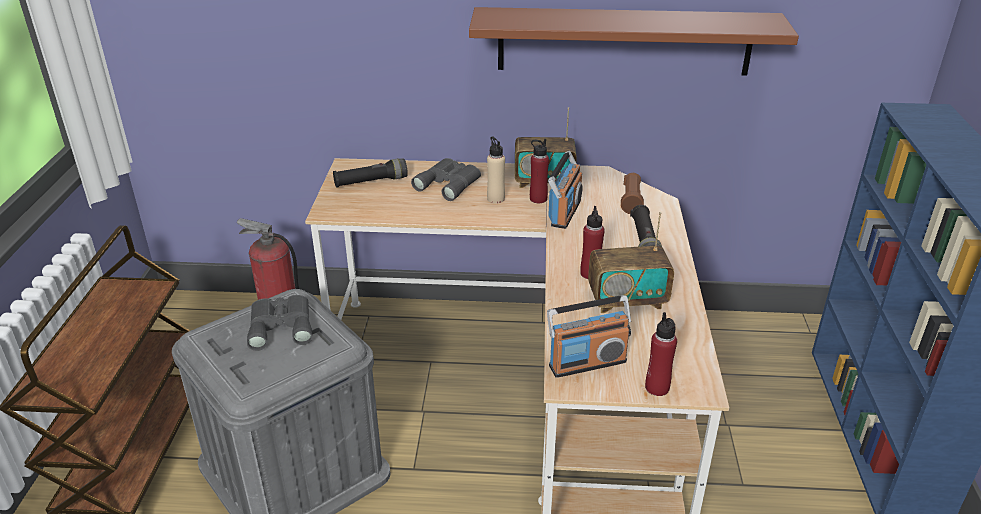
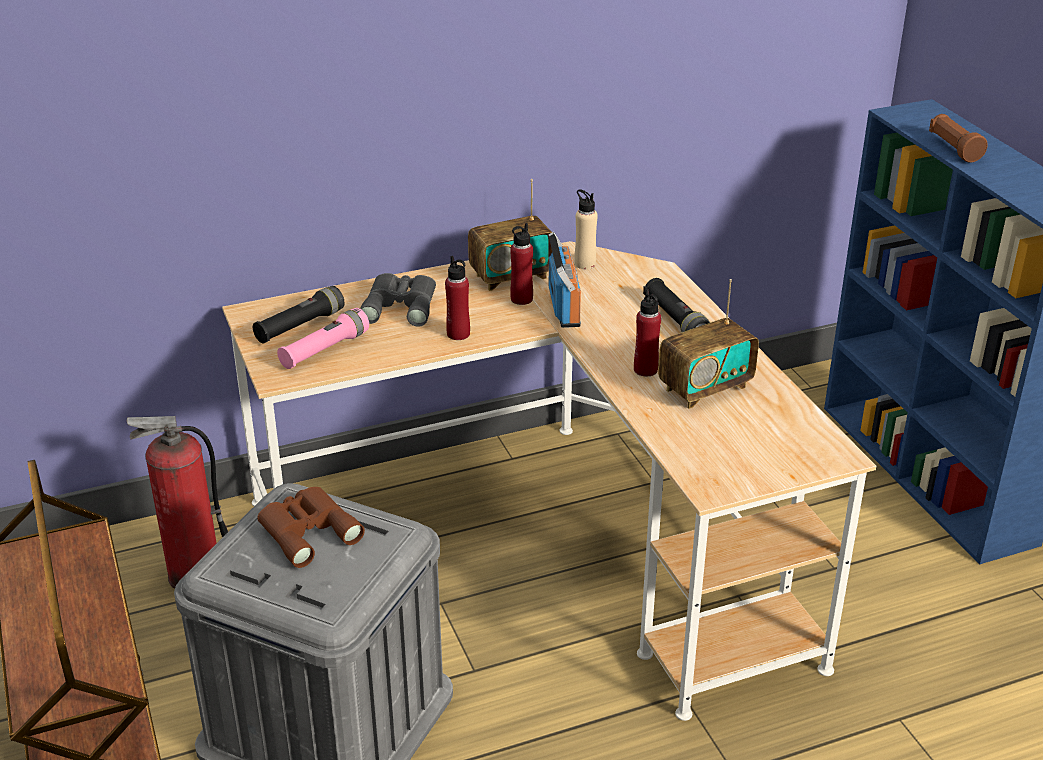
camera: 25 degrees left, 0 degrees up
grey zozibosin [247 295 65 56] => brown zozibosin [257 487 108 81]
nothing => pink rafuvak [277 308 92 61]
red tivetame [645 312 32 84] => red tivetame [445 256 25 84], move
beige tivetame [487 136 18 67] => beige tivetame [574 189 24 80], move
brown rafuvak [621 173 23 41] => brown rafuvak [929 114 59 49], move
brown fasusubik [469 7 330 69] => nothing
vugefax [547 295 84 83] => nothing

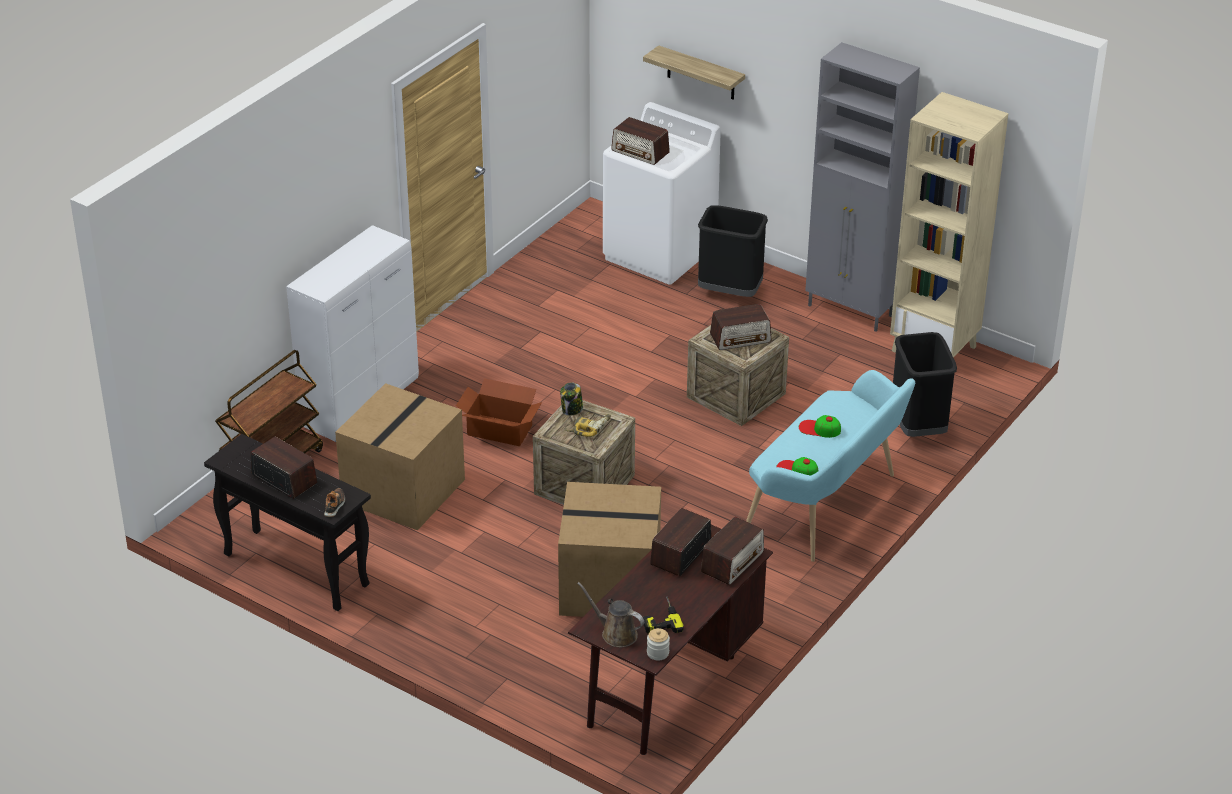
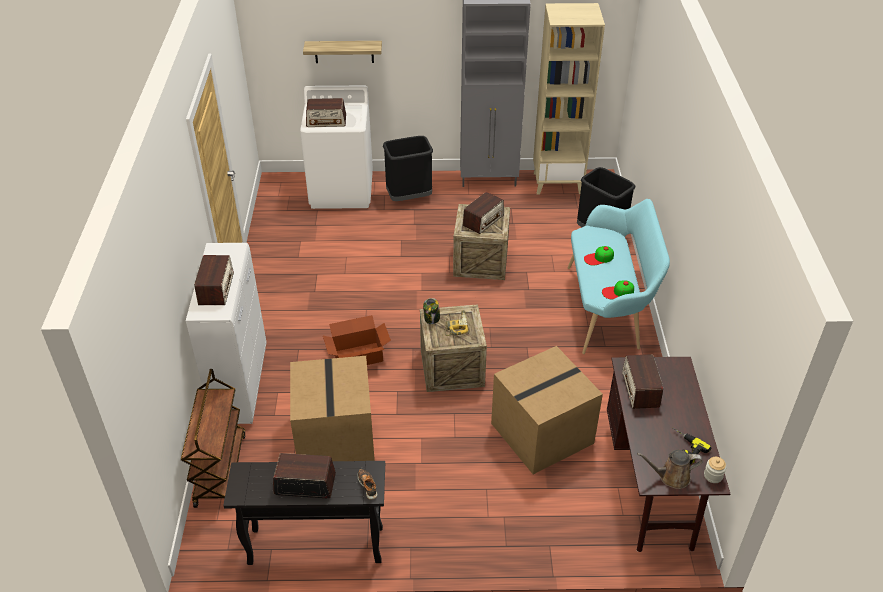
camera: 35 degrees left, 5 degrees up
vugefax [701 516 63 69] => vugefax [194 255 40 50], move

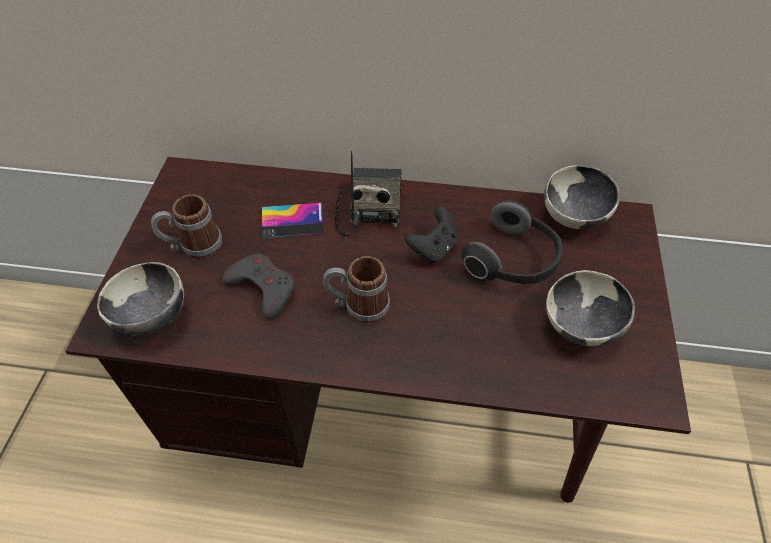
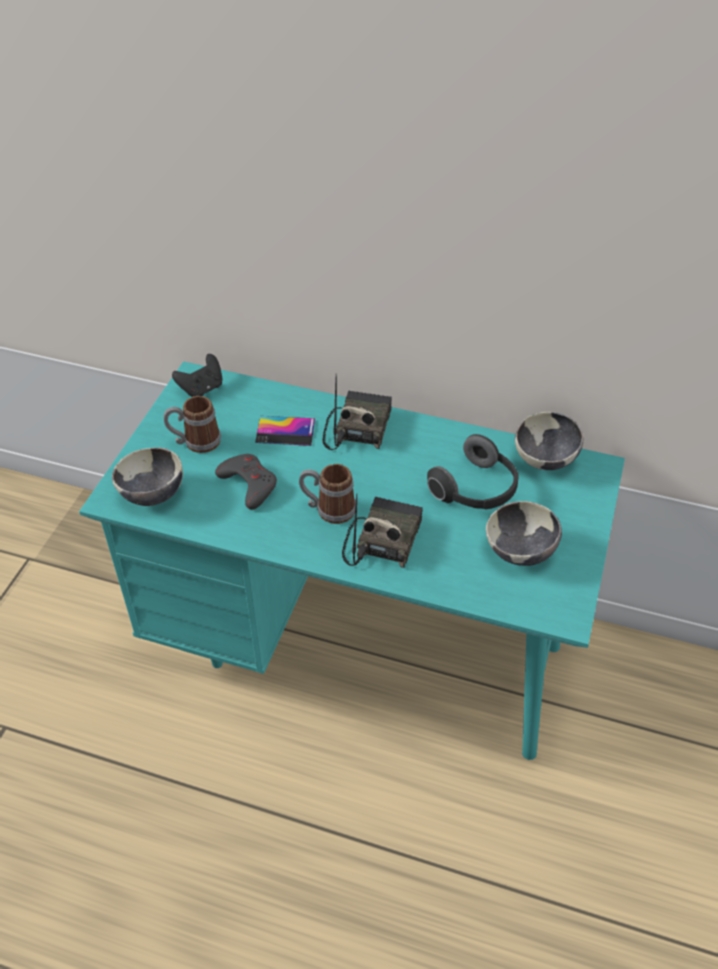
camera: 10 degrees right, 5 degrees down
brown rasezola [65 157 626 346] => turquoise rasezola [79 361 546 399]
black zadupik [405 206 54 57] => black zadupik [172 354 51 43], move
nothing => vugefax [342 493 81 75]

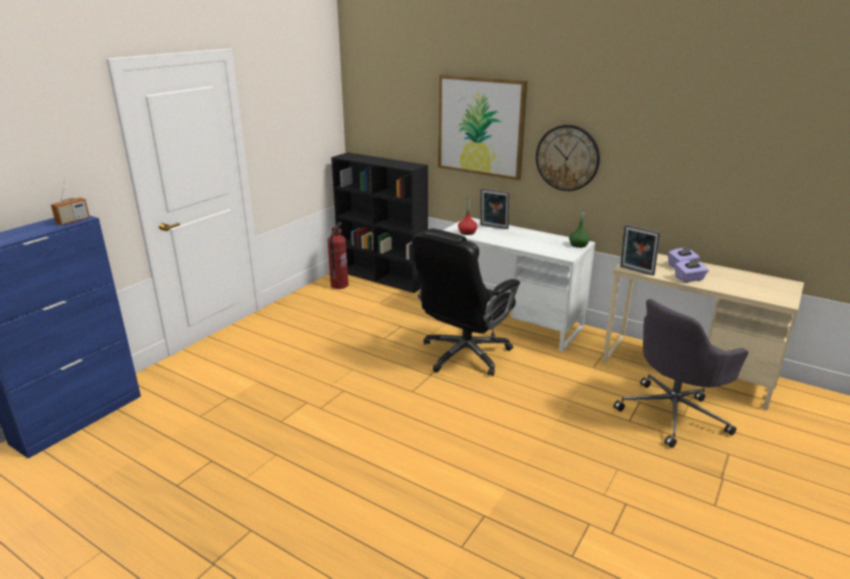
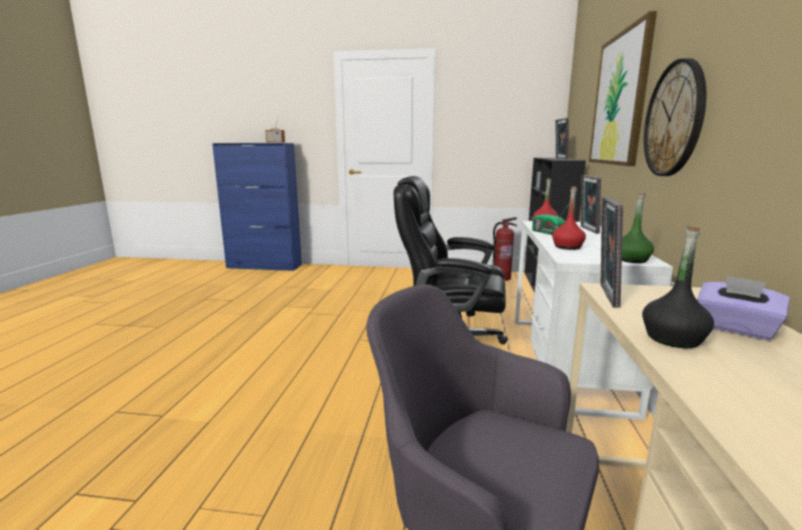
camera: 65 degrees right, 10 degrees down
nothing => vugefax [532 204 37 31]
nothing => red tivetame [552 187 34 63]
nothing => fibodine [556 118 13 41]
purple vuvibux [675 259 34 23] => black tivetame [642 225 72 123]

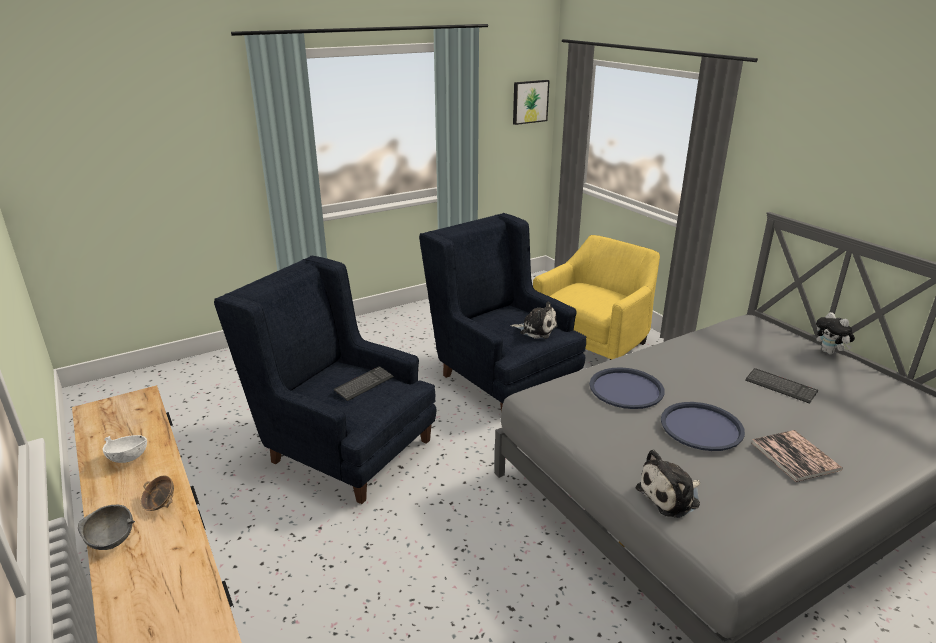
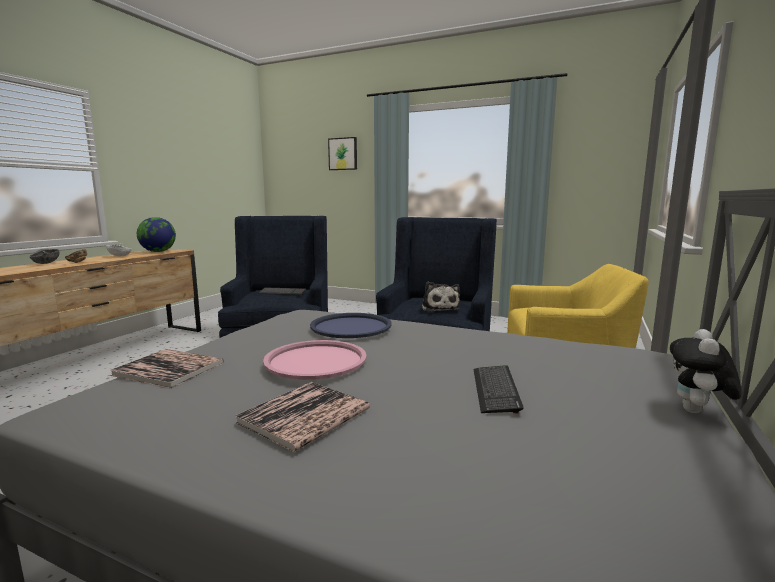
camera: 55 degrees right, 15 degrees down
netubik [636 450 65 68] => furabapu [111 349 113 40]
nothing => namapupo [137 217 39 35]
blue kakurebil [661 402 84 49] => pink kakurebil [263 340 104 40]
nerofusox [513 80 37 45] => nerofusox [328 137 29 33], move

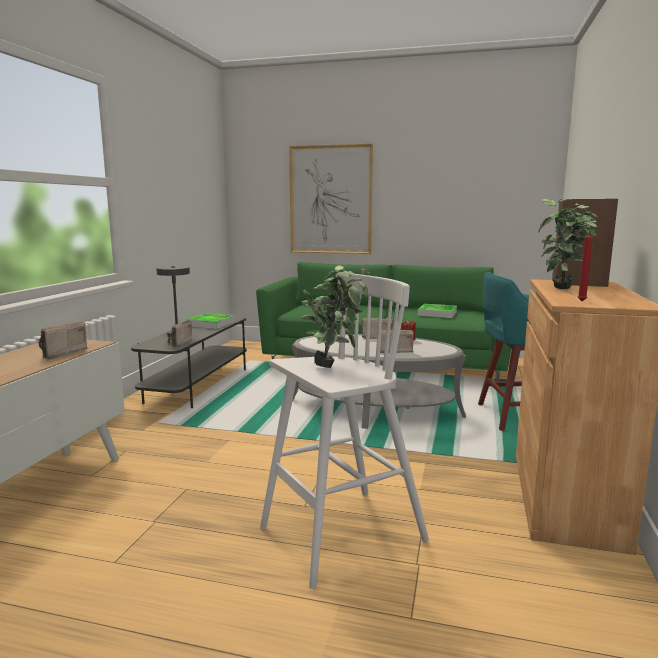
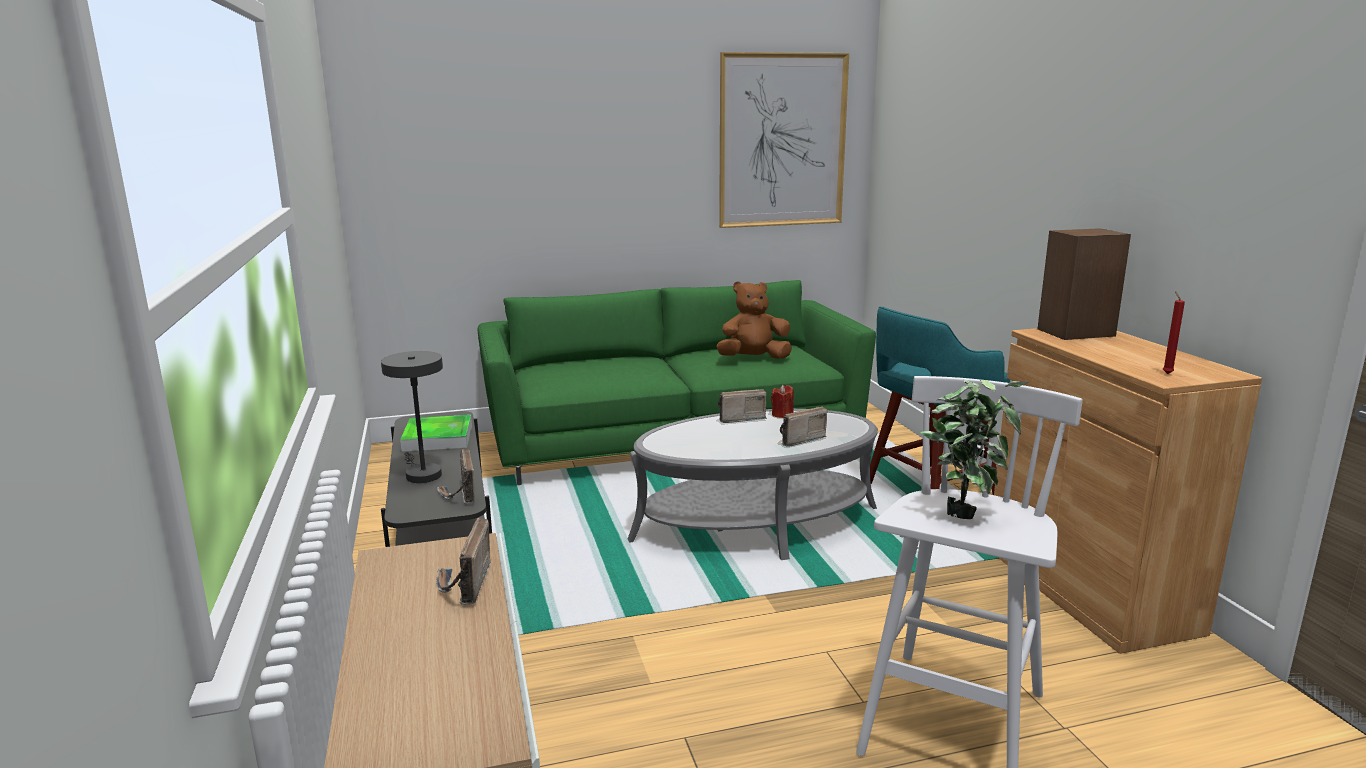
camera: 30 degrees left, 5 degrees up
kakurebil [418 304 39 14] => brown netubik [716 281 76 78]
nerofusox [289 144 84 110] => nerofusox [719 52 130 176], move
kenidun [538 199 60 90] => nothing

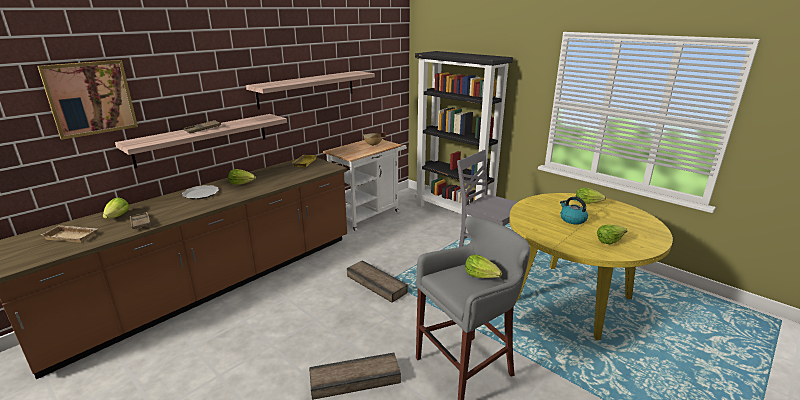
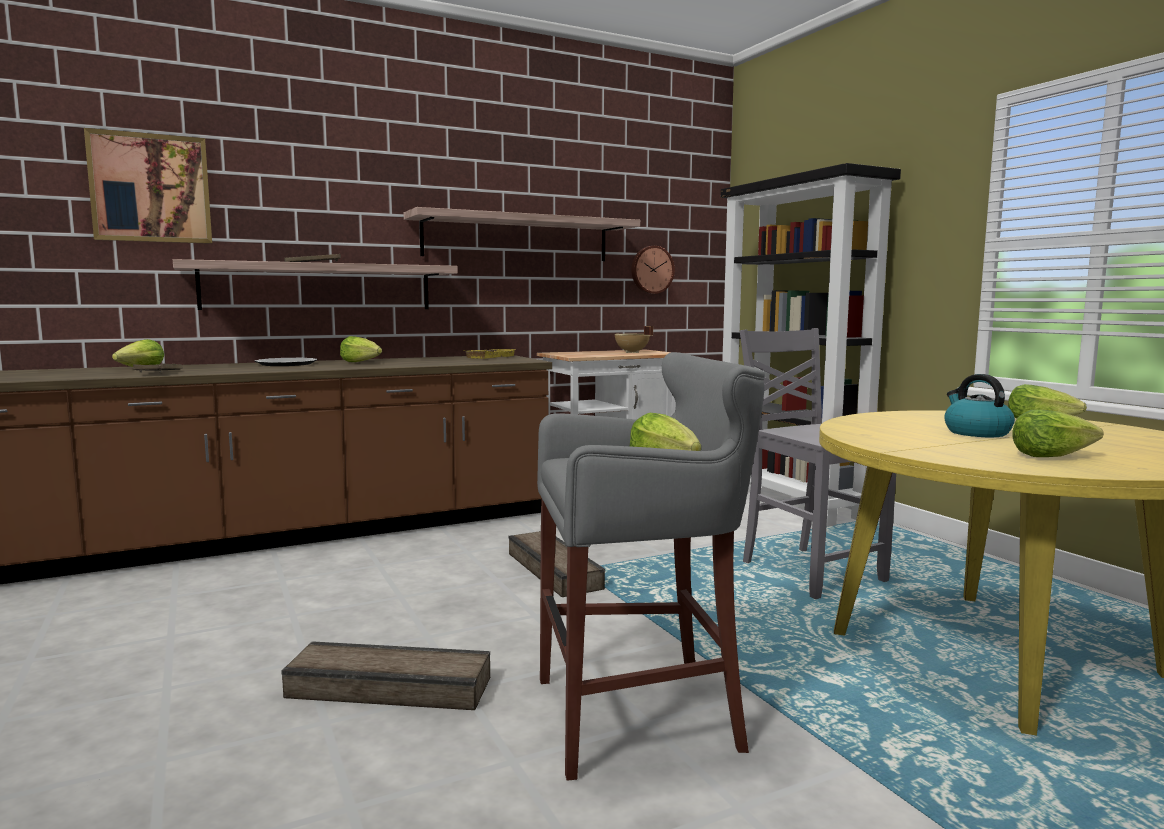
camera: 20 degrees right, 15 degrees down
nothing => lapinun [631 246 44 48]
beige kakurebil [40 225 57 18] => nothing

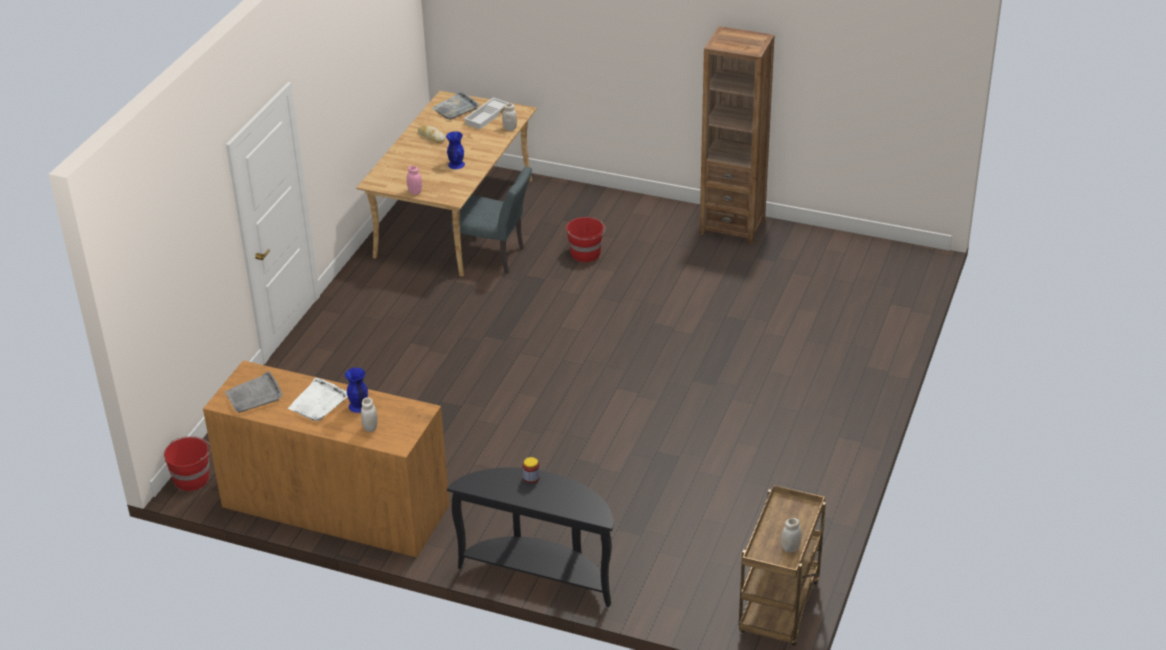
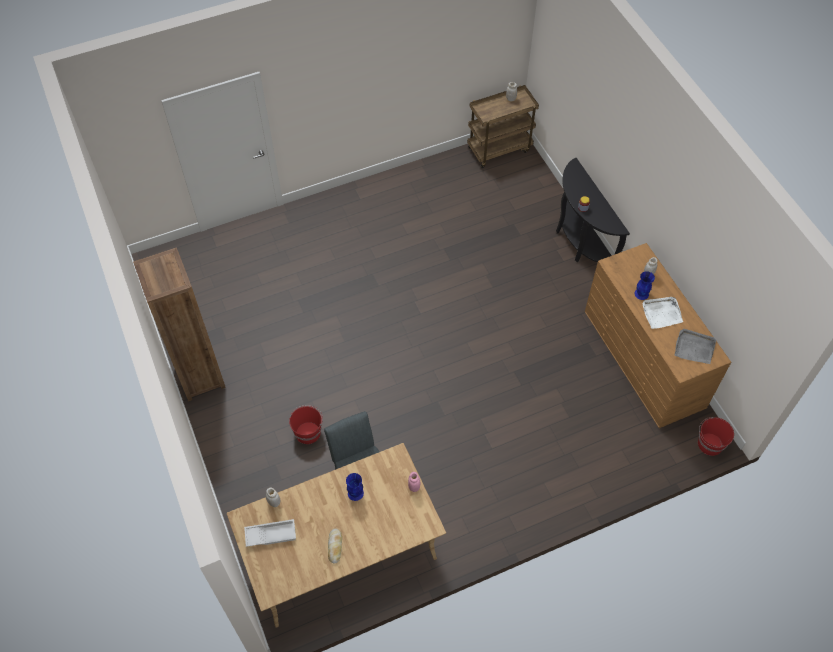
camera: 135 degrees left, 20 degrees up
grey kakurebil [432 92 47 28] => nothing

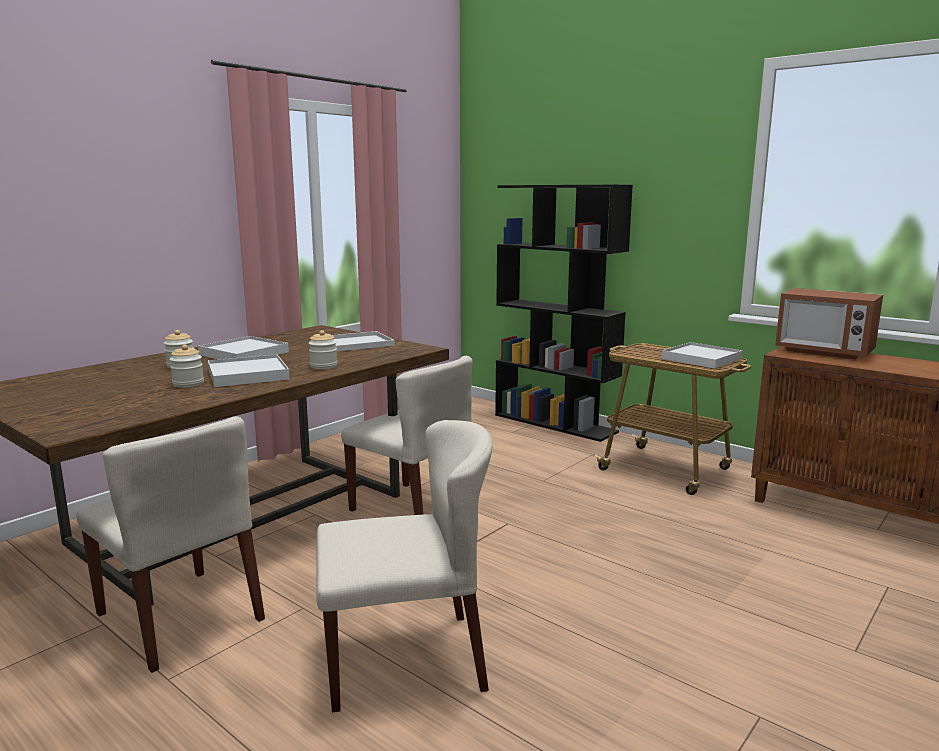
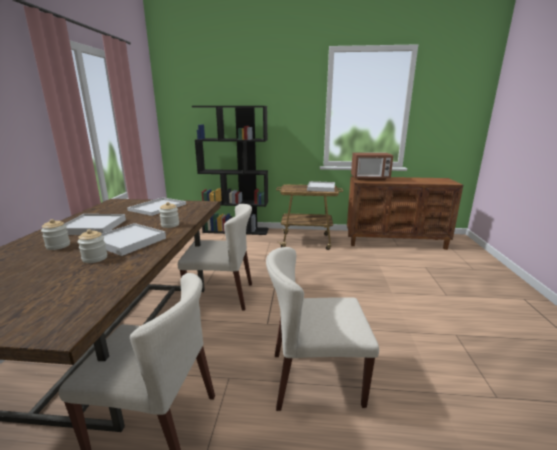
camera: 35 degrees left, 5 degrees up
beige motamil [316 420 176 292] => beige motamil [266 247 113 164], 135 degrees counterclockwise

